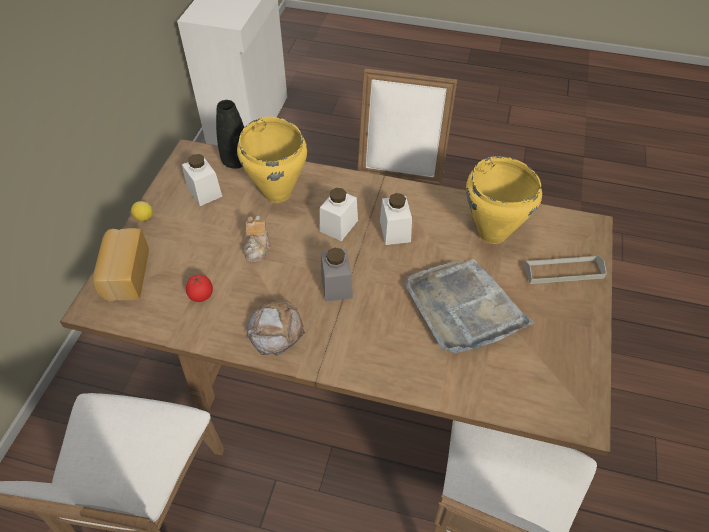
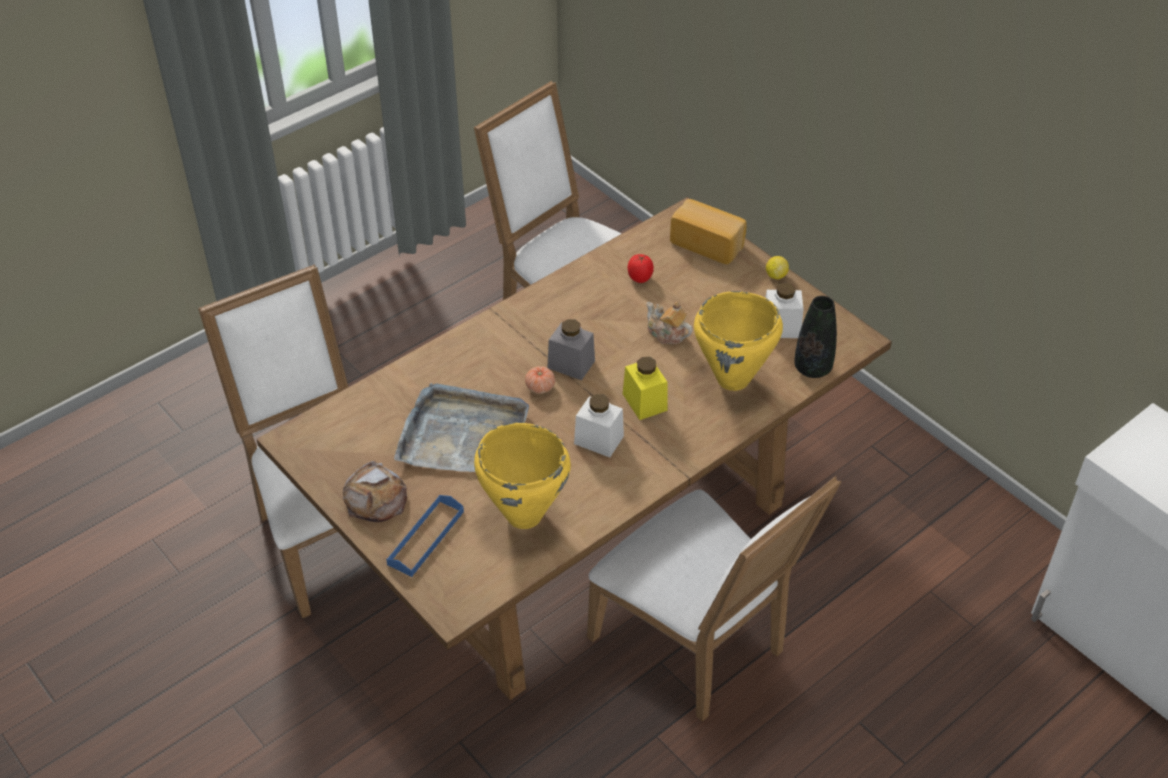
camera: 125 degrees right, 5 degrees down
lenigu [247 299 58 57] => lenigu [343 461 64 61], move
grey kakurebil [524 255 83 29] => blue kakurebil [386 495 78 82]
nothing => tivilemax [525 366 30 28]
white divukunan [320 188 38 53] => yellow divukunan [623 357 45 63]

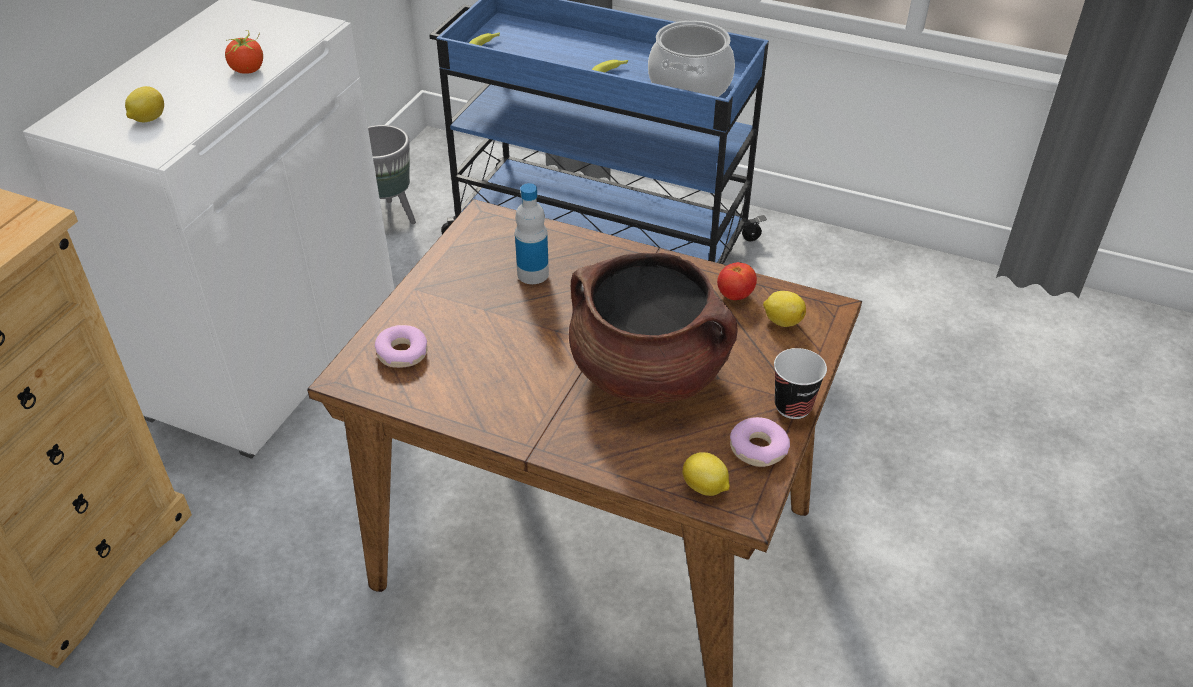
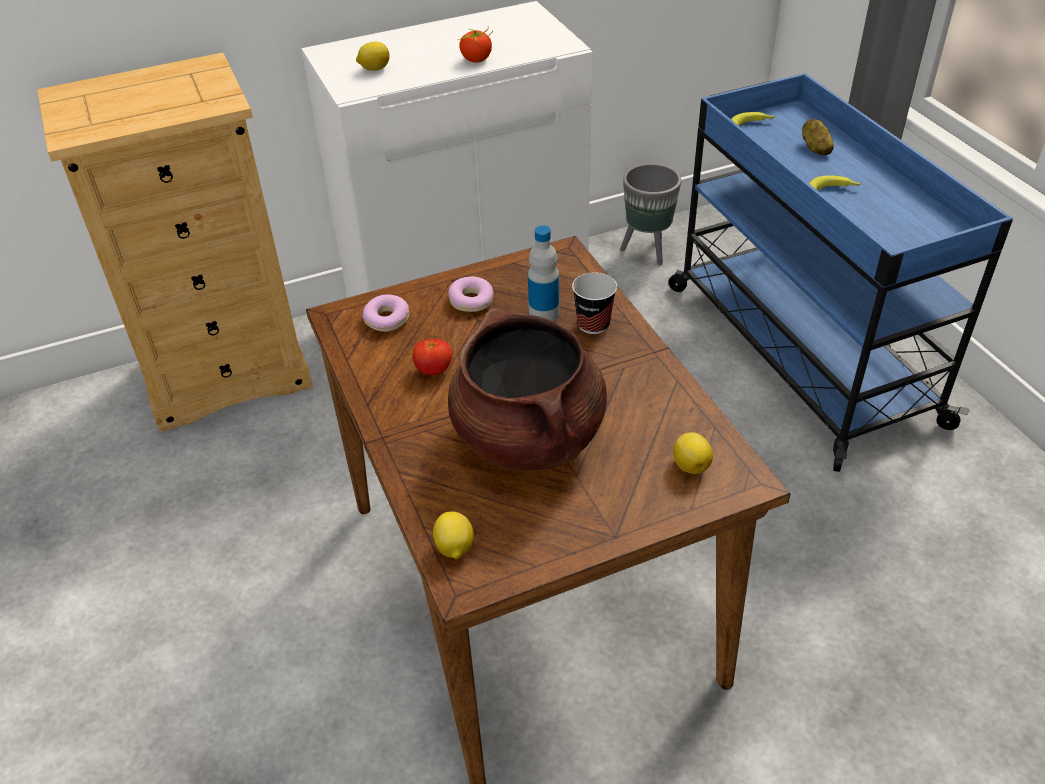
camera: 45 degrees right, 0 degrees up
tivilemax [717 262 40 38] => tivilemax [413 339 39 36], move
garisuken [730 417 60 50] => garisuken [448 277 45 35], move
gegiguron [774 348 53 71] => gegiguron [572 272 45 62], move
nothing => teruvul [802 119 32 36]
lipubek [648 21 87 76] => nothing

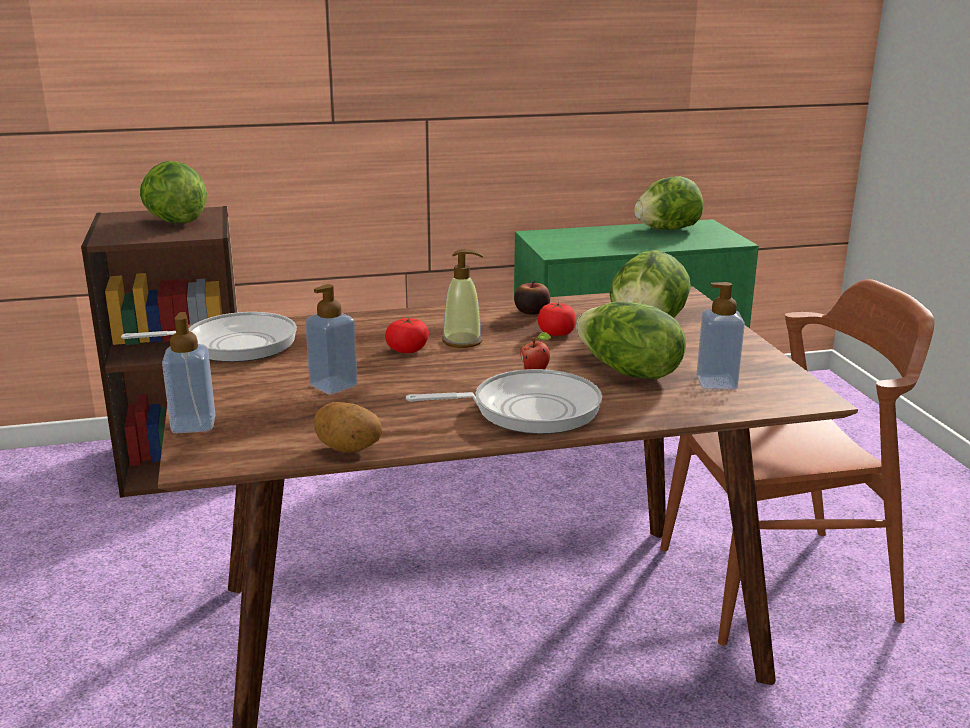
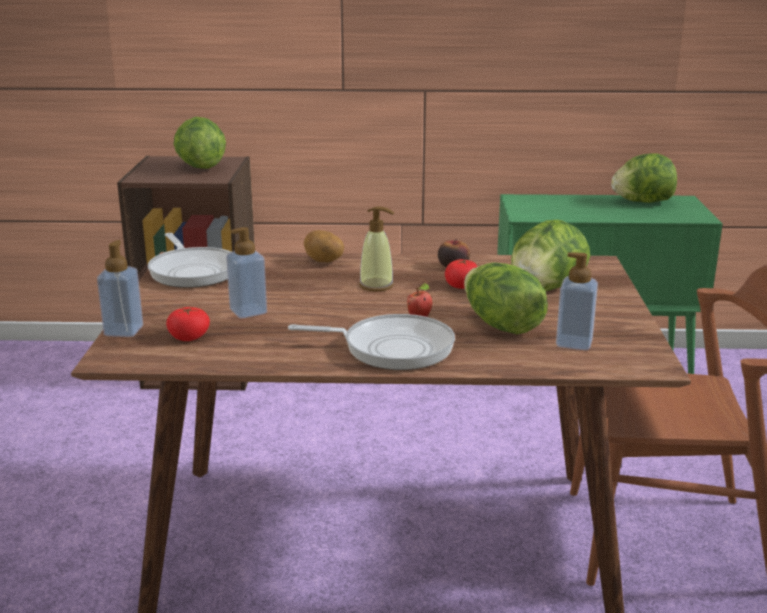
camera: 15 degrees right, 0 degrees up
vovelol [121 312 176 50] => vovelol [148 233 83 55], 60 degrees clockwise
tivilemax [385 318 44 35] => tivilemax [166 307 44 34], move
teruvul [314 402 68 50] => teruvul [304 230 40 33], move

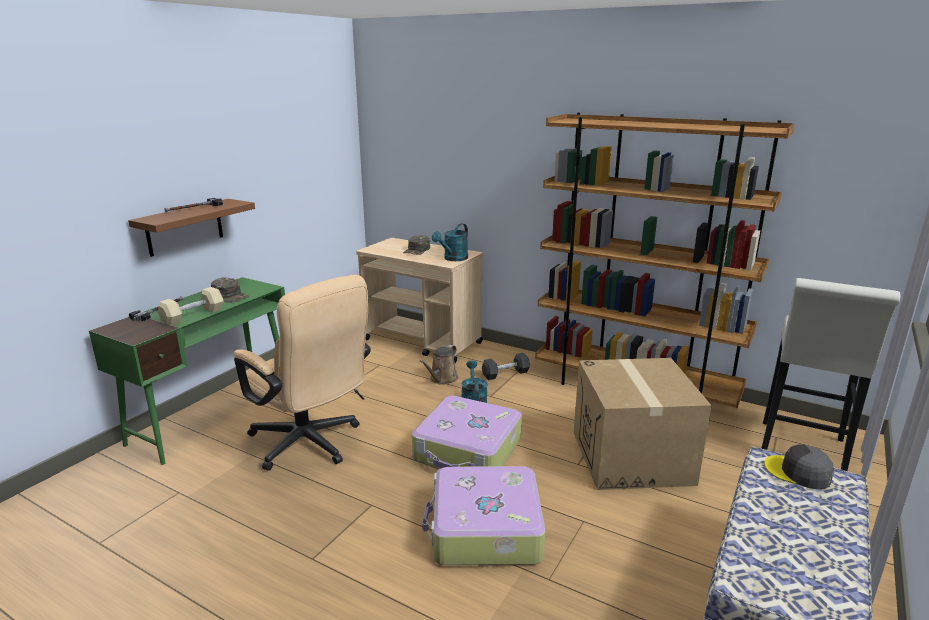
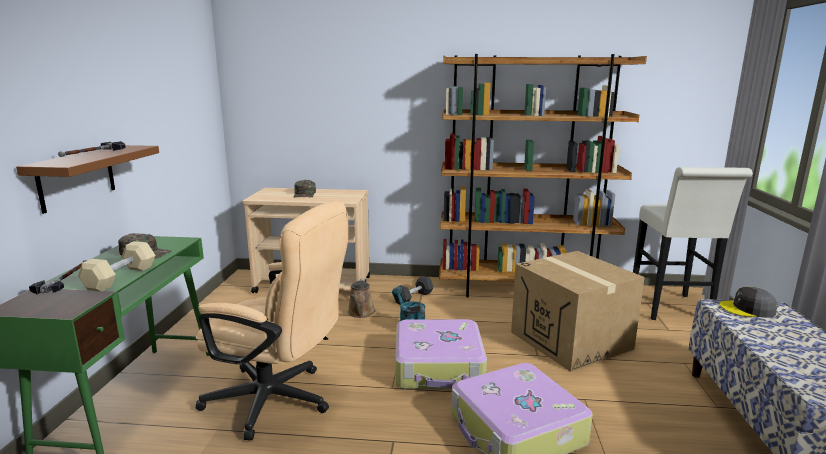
camera: 25 degrees left, 5 degrees down
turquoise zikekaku [432 223 36 38] => nothing

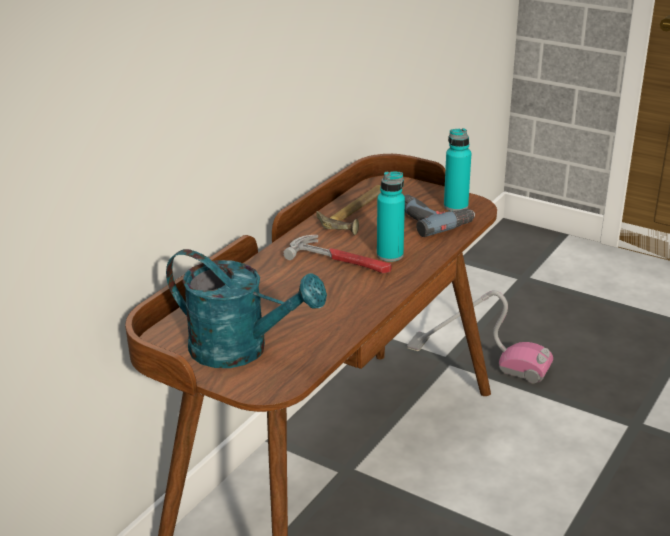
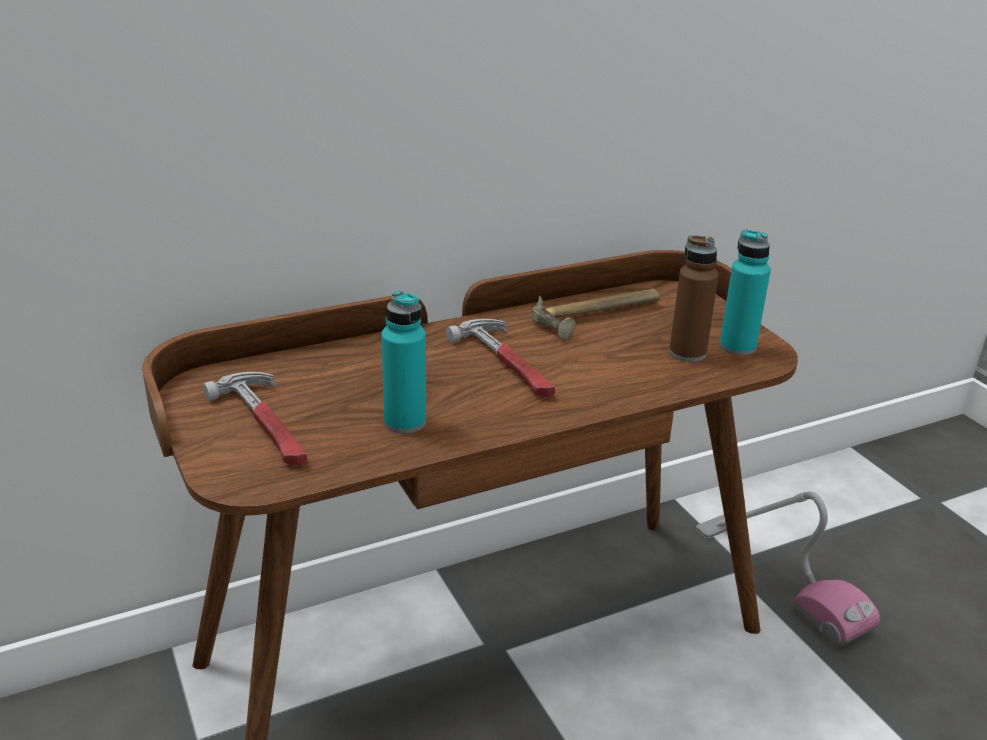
camera: 30 degrees right, 0 degrees up
turquoise zikekaku [166 249 161 119] => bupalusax [203 372 104 94]
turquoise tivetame [377 171 28 91] => turquoise tivetame [381 291 45 143], move
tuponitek [404 194 71 43] => brown tivetame [669 235 50 127]

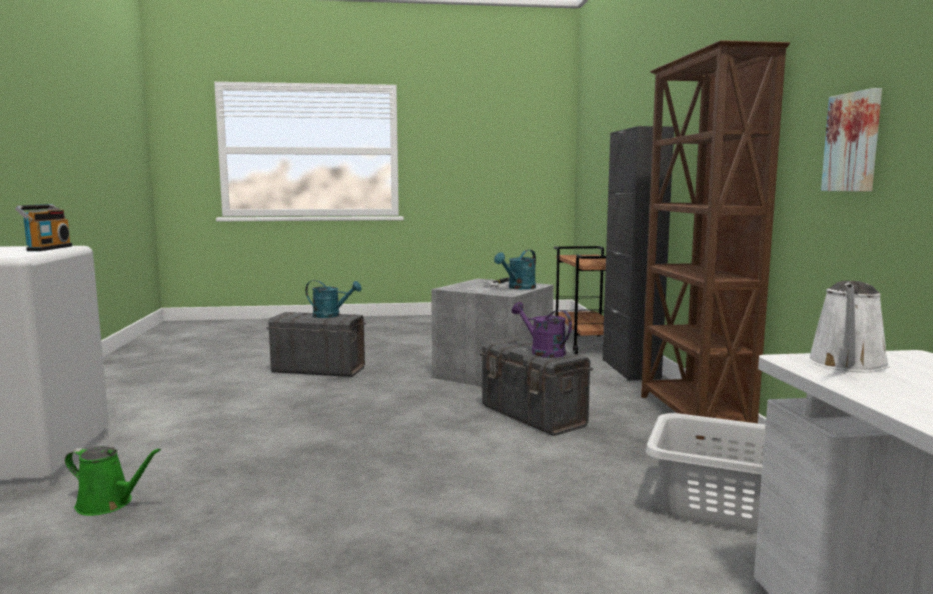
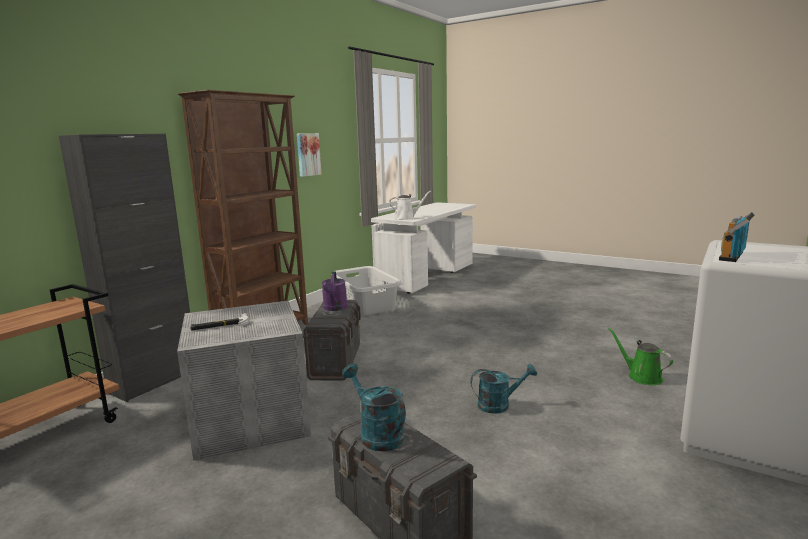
camera: 140 degrees left, 5 degrees up
turquoise zikekaku [494 250 42 40] => turquoise zikekaku [470 364 67 50], move

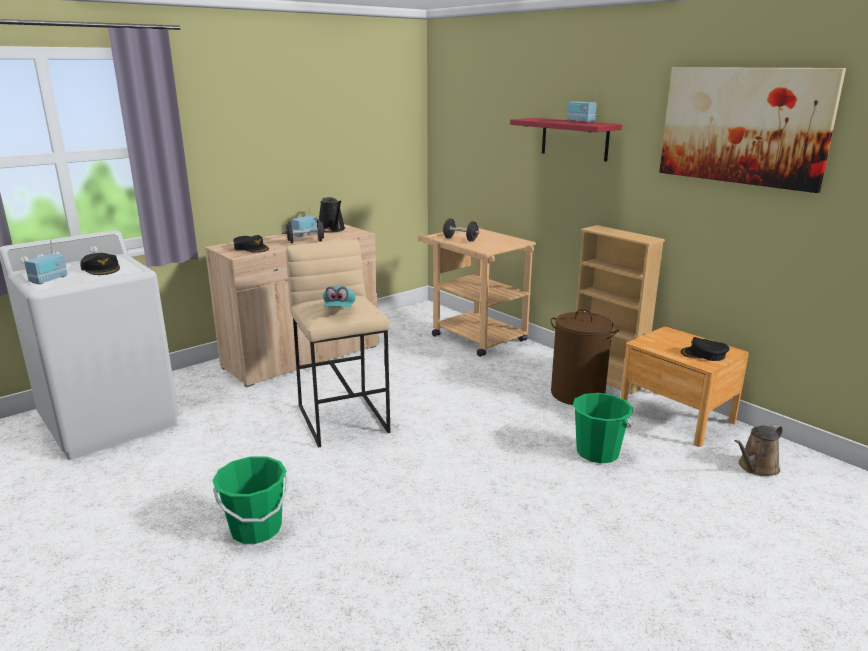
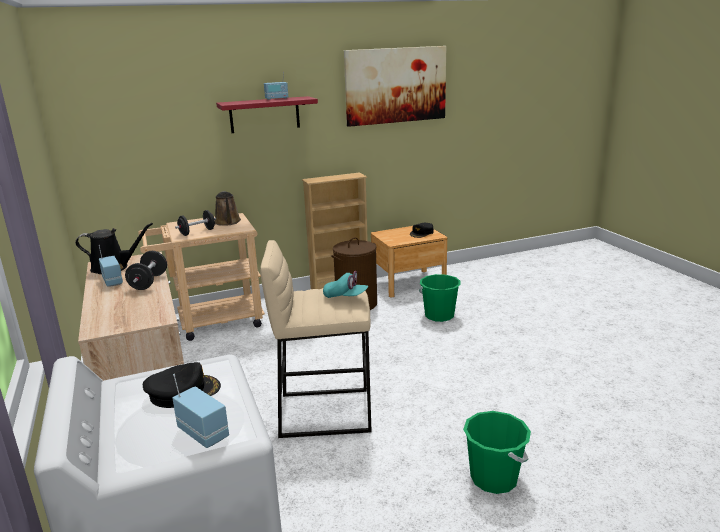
camera: 70 degrees left, 0 degrees up
brown zikekaku [735 424 48 52] => brown zikekaku [215 191 26 35], move
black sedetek [233 235 36 18] => nothing

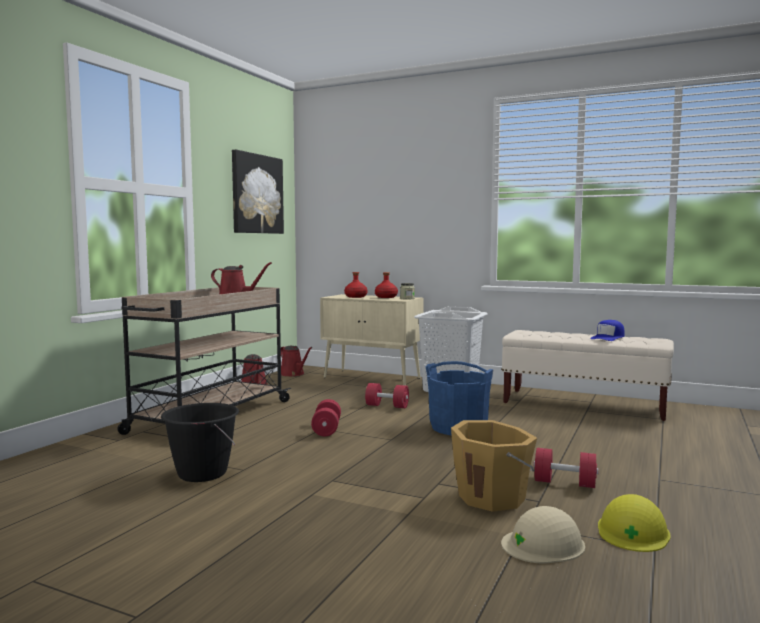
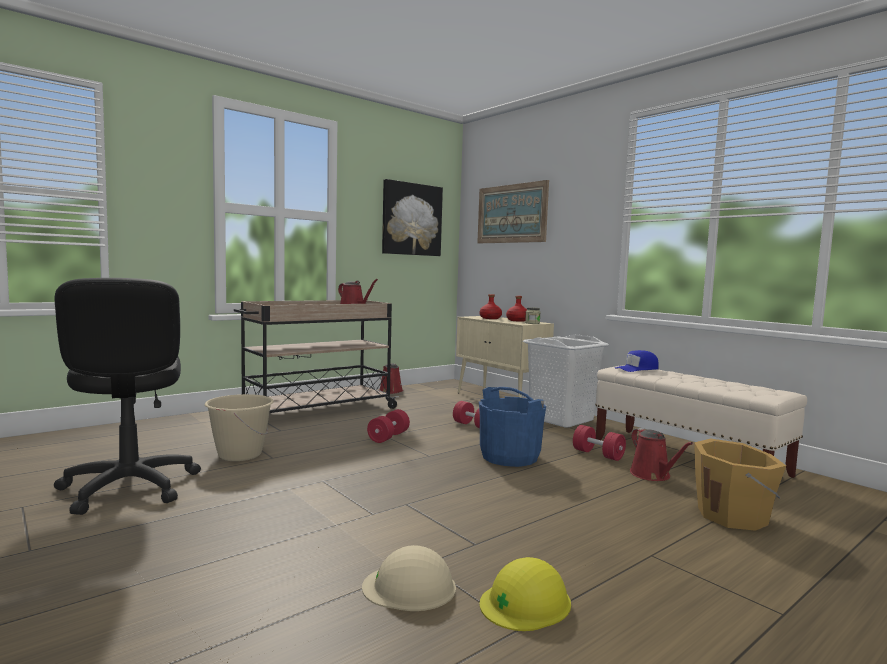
camera: 25 degrees right, 0 degrees up
nothing => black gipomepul [54 278 147 237]
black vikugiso [161 403 78 79] => beige vikugiso [205 394 69 67]
nothing => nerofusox [477 180 72 63]
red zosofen [533 448 66 40] => red zosofen [573 425 53 36], move
blue sedetek [590 320 35 21] => blue sedetek [615 350 44 22], move
red zikekaku [281 346 32 30] => red zikekaku [630 428 63 53], move
orange vikugiso [451 420 86 92] => orange vikugiso [694 439 92 92], move

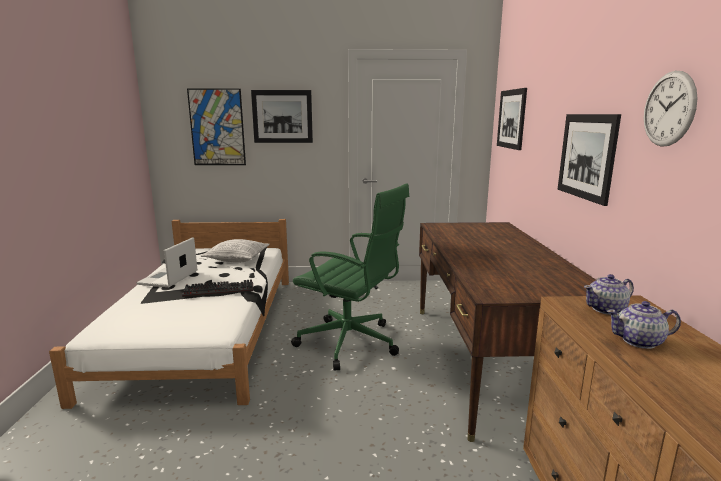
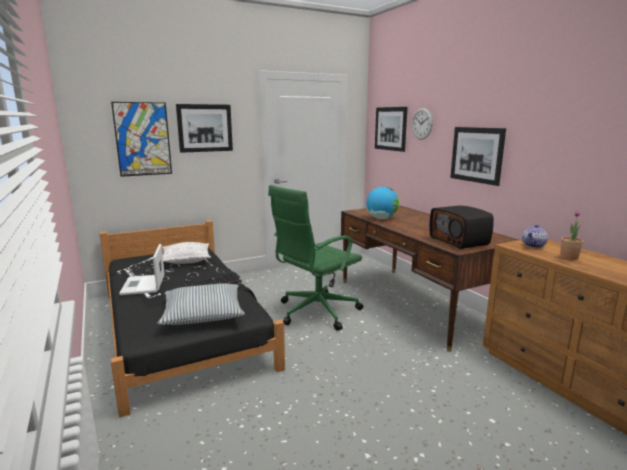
camera: 25 degrees left, 0 degrees up
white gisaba [49 219 240 190] => black gisaba [99 220 186 197]
nothing => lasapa [157 283 88 42]
green gipomepul [291 184 118 187] => green gipomepul [268 185 95 146], 135 degrees clockwise
nothing => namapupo [366 186 34 33]
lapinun [644 71 54 76] => lapinun [412 108 21 32], move
nothing => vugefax [429 205 65 44]
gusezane [606 301 75 48] => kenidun [560 211 23 49]

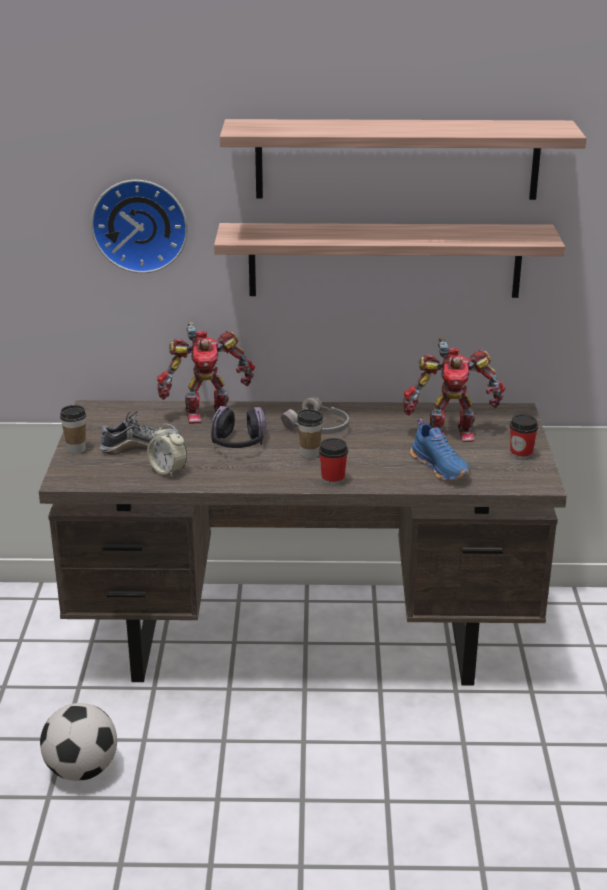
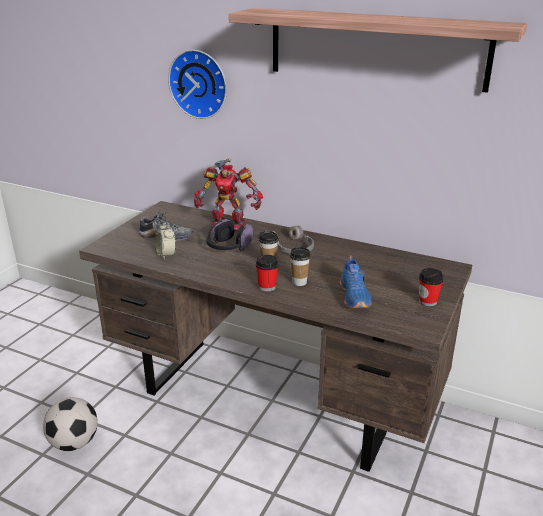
camera: 25 degrees right, 0 degrees up
gegiguron [60 405 26 49] => gegiguron [290 247 21 39], move
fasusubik [214 223 351 75] => nothing
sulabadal [403 338 102 104] => nothing

